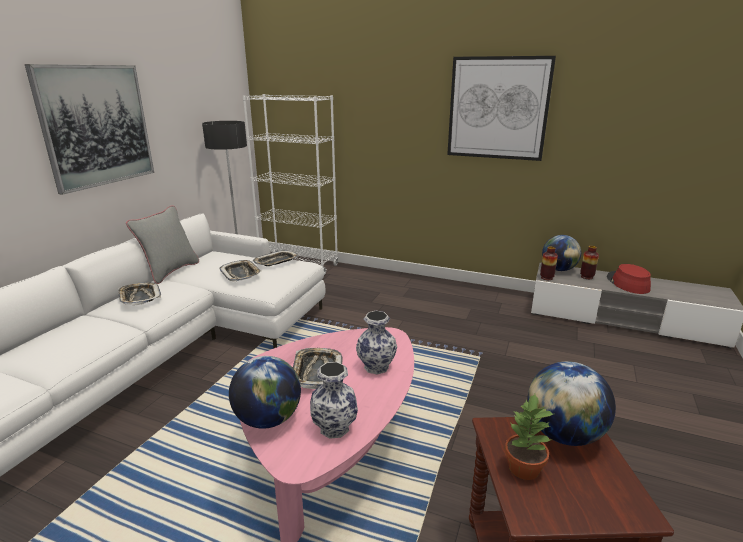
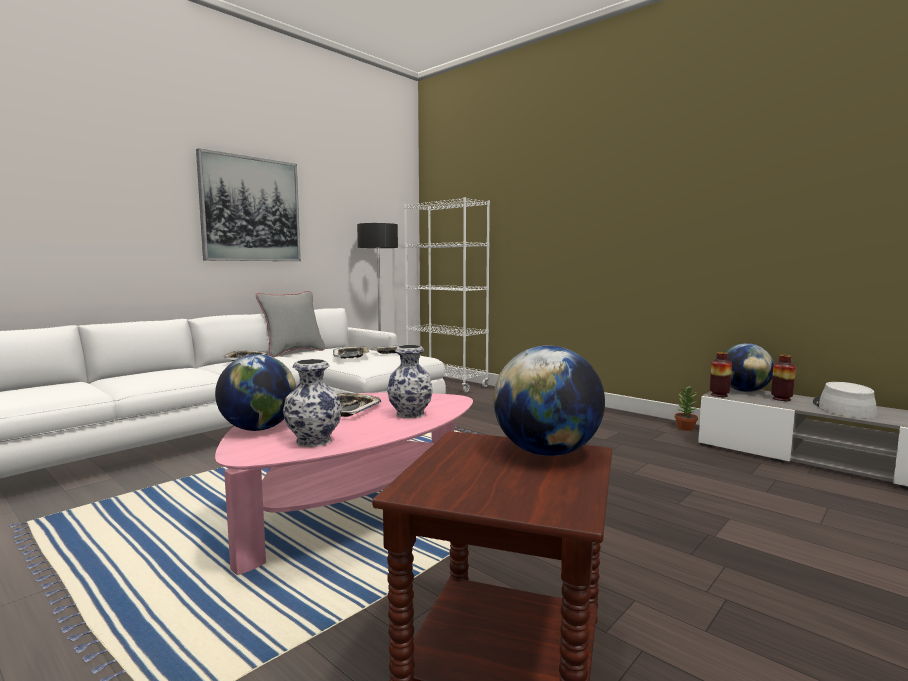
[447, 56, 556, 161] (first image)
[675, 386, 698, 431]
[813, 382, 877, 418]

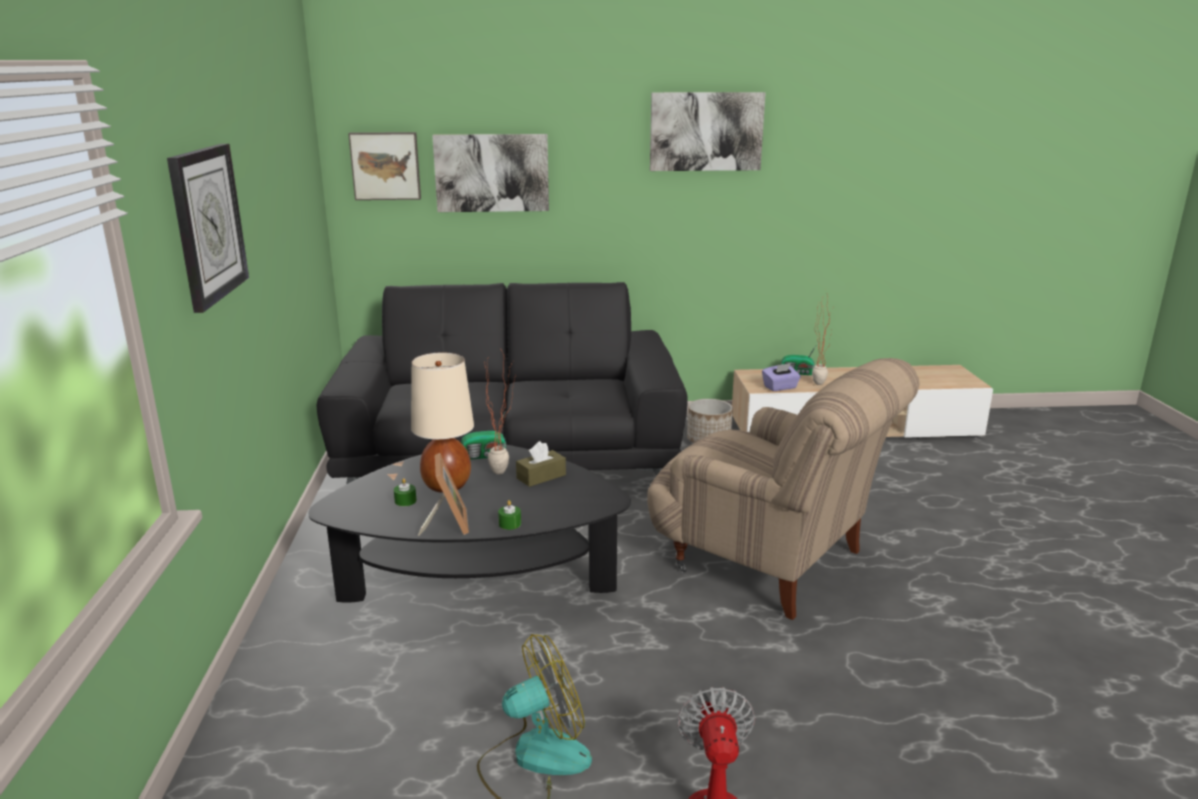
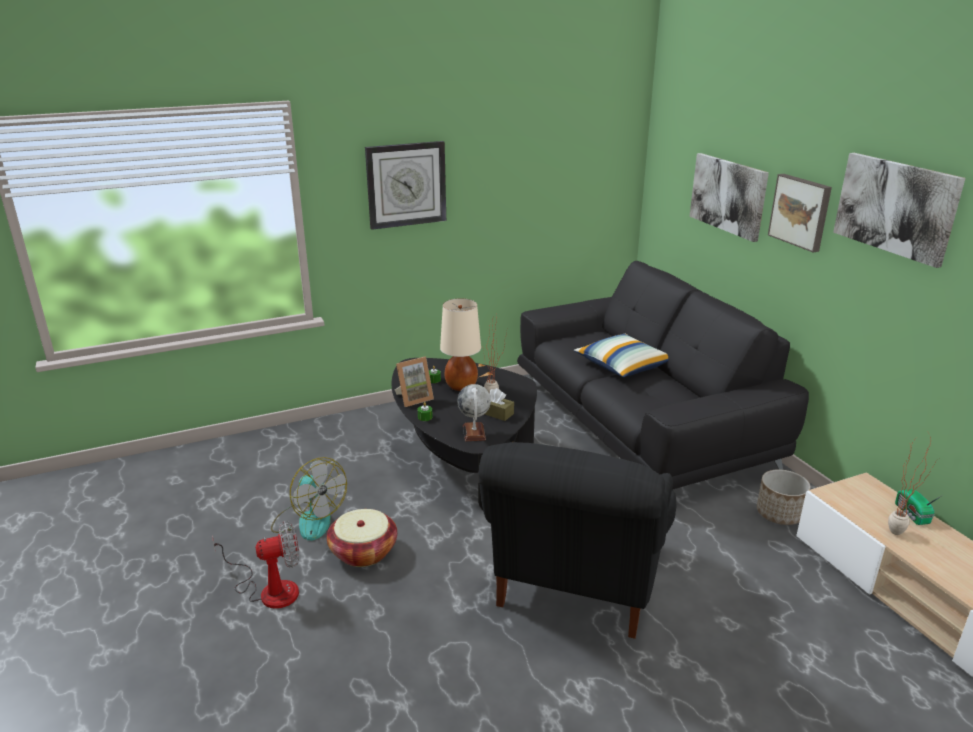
[768, 174, 832, 252]
[461, 413, 506, 460] (first image)
[478, 442, 676, 639]
[762, 363, 801, 391] (first image)
[327, 509, 397, 567]
[457, 384, 491, 441]
[574, 334, 668, 377]

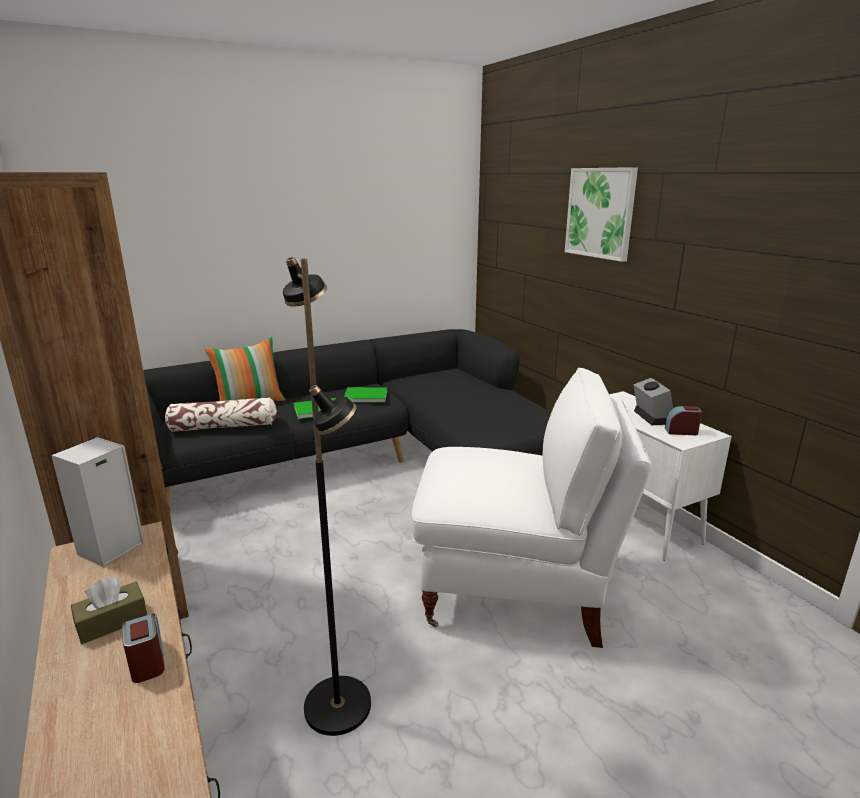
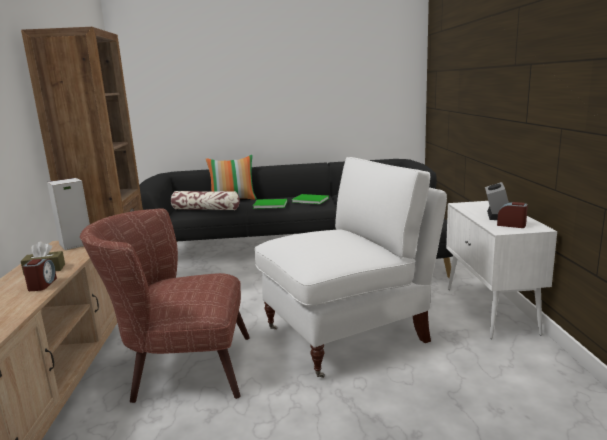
[80, 208, 250, 403]
[254, 157, 447, 378]
[565, 167, 638, 262] (first image)

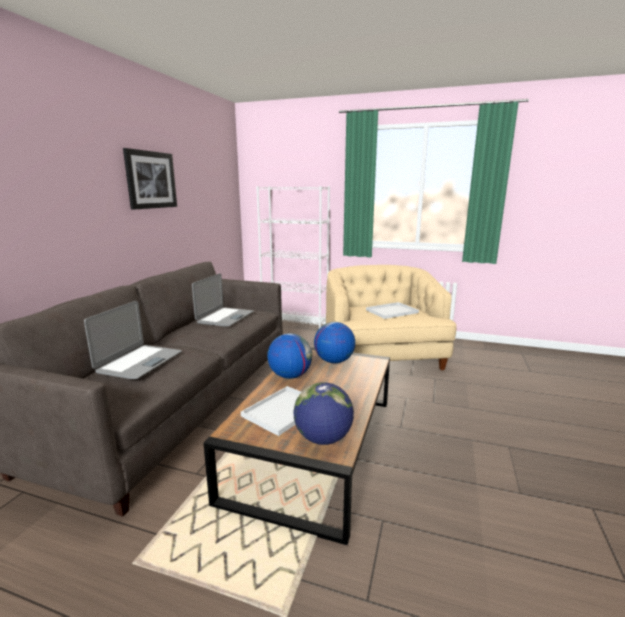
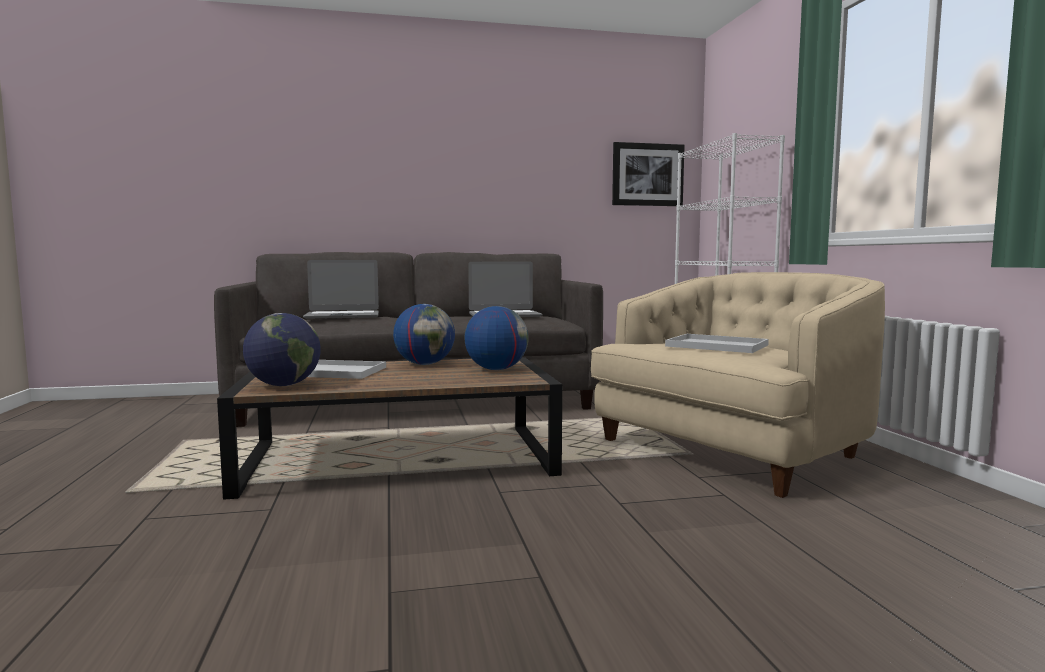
[612, 142, 685, 206]

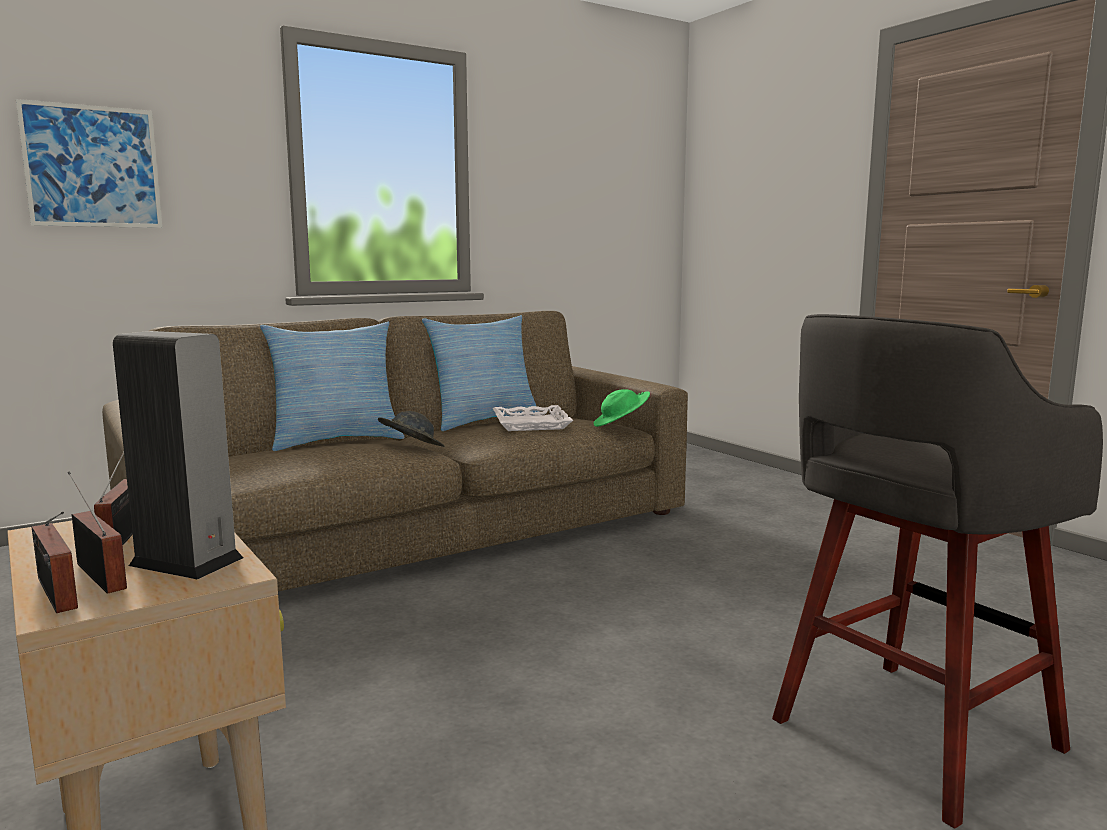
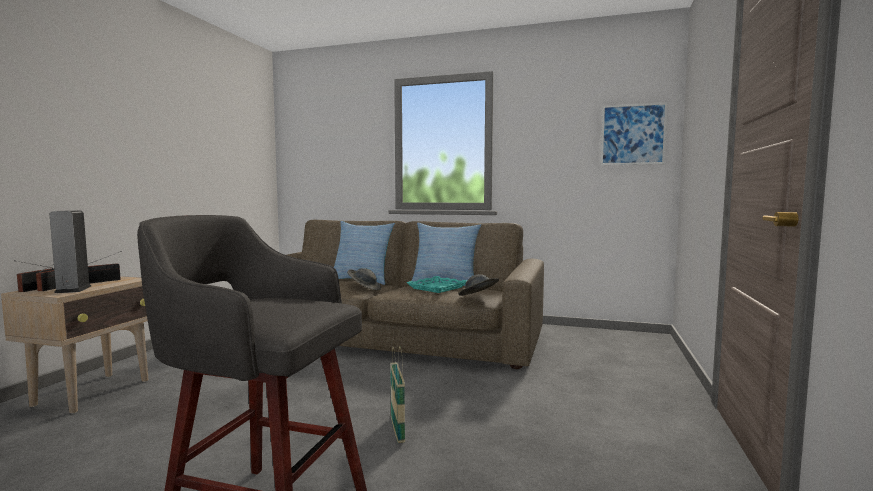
[601, 102, 668, 165]
[407, 276, 467, 293]
[459, 274, 499, 296]
[390, 346, 405, 443]

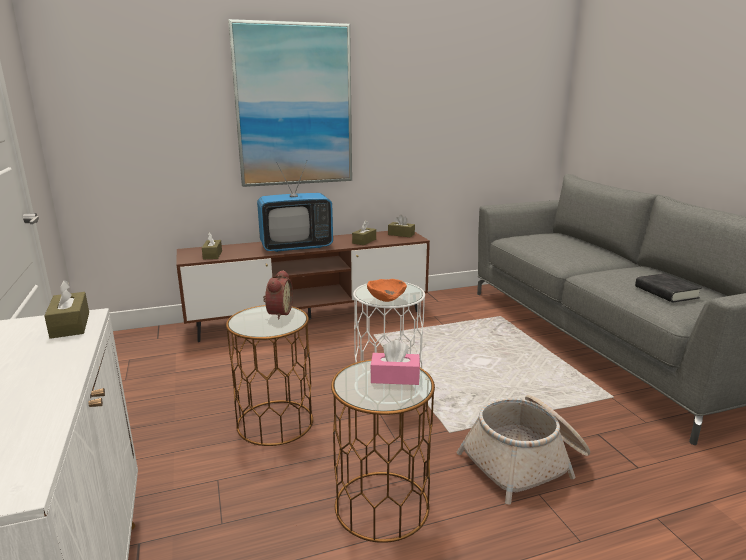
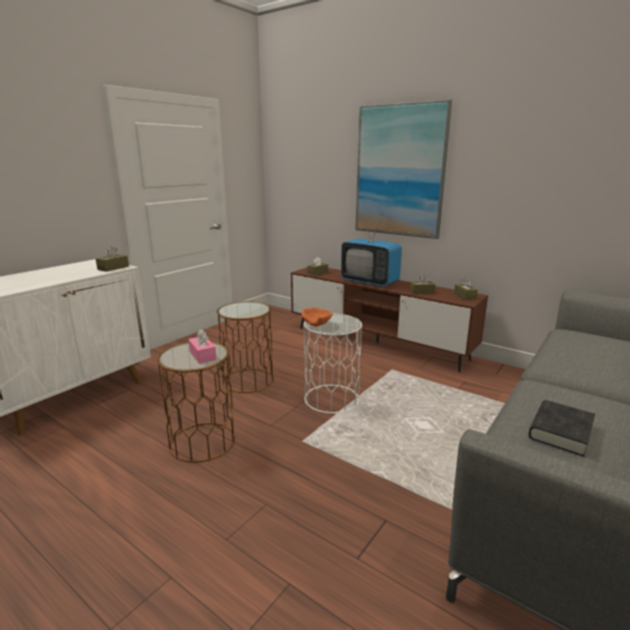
[263, 270, 293, 319] (first image)
[456, 395, 590, 504] (first image)

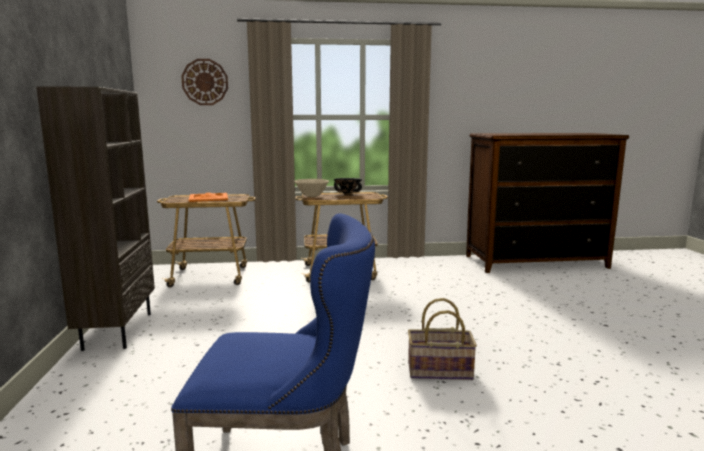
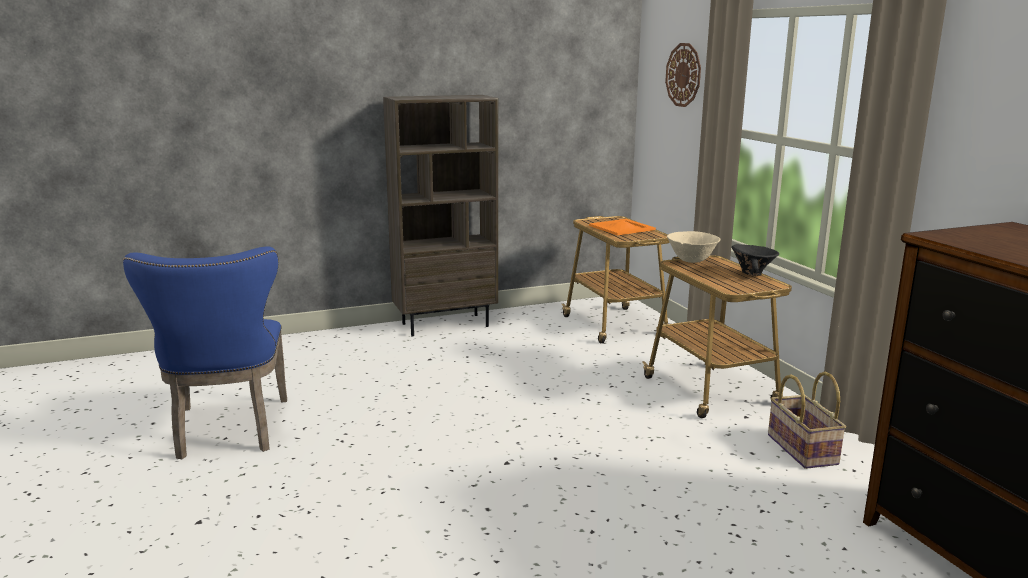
[768, 372, 846, 469]

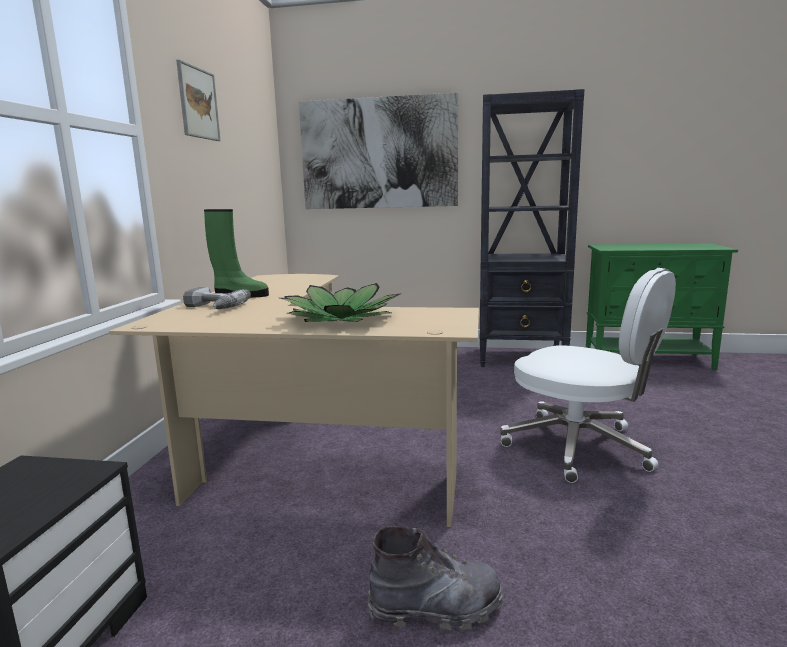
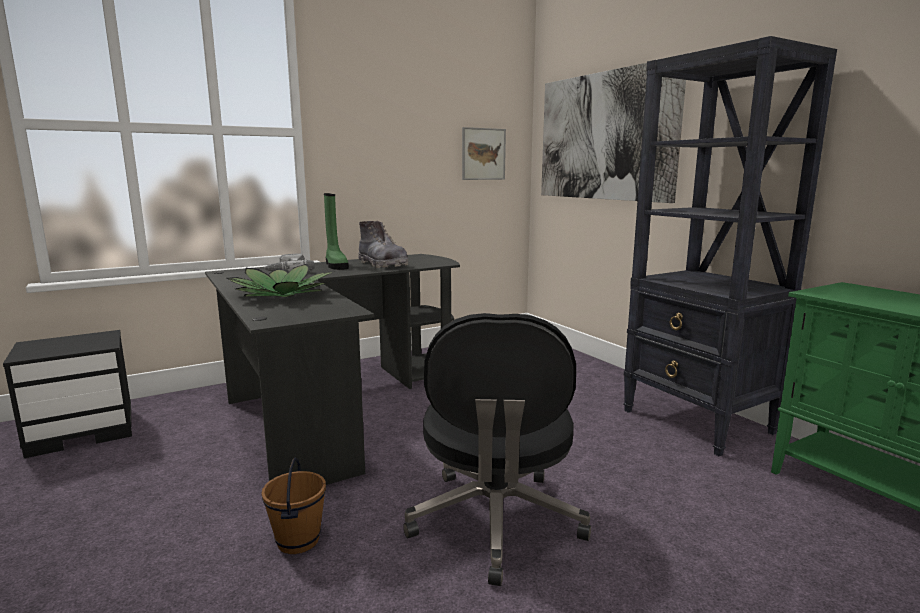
[205, 254, 460, 485]
[462, 127, 506, 180]
[358, 221, 408, 268]
[403, 313, 591, 586]
[261, 458, 326, 554]

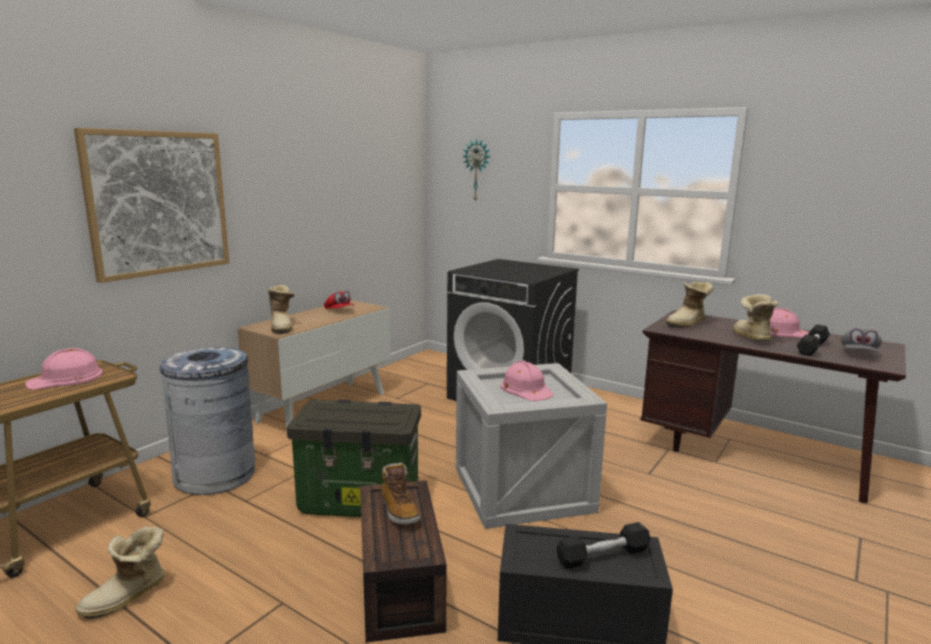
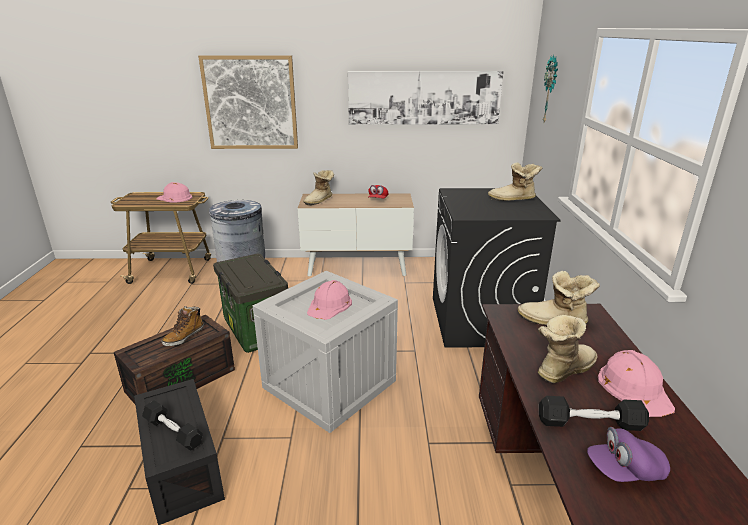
[488, 162, 542, 201]
[587, 427, 670, 482]
[348, 71, 504, 125]

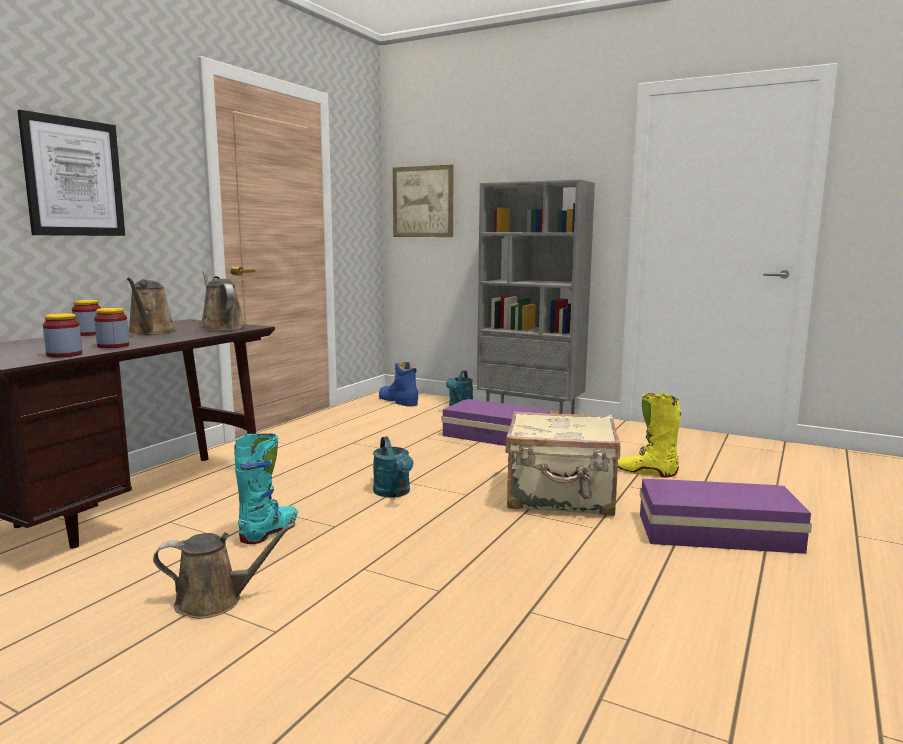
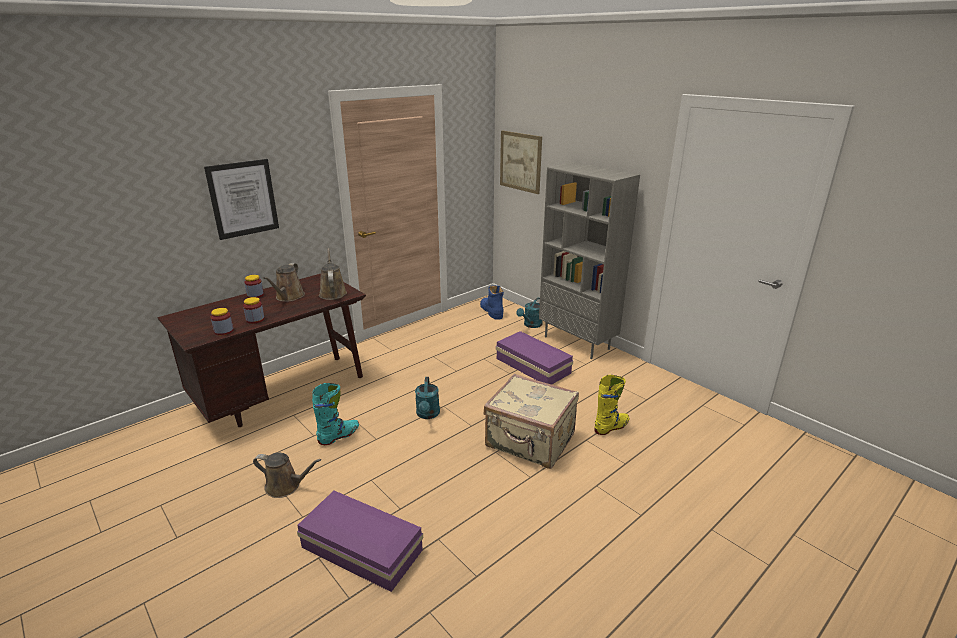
[594, 375, 630, 435]
[297, 490, 423, 592]

